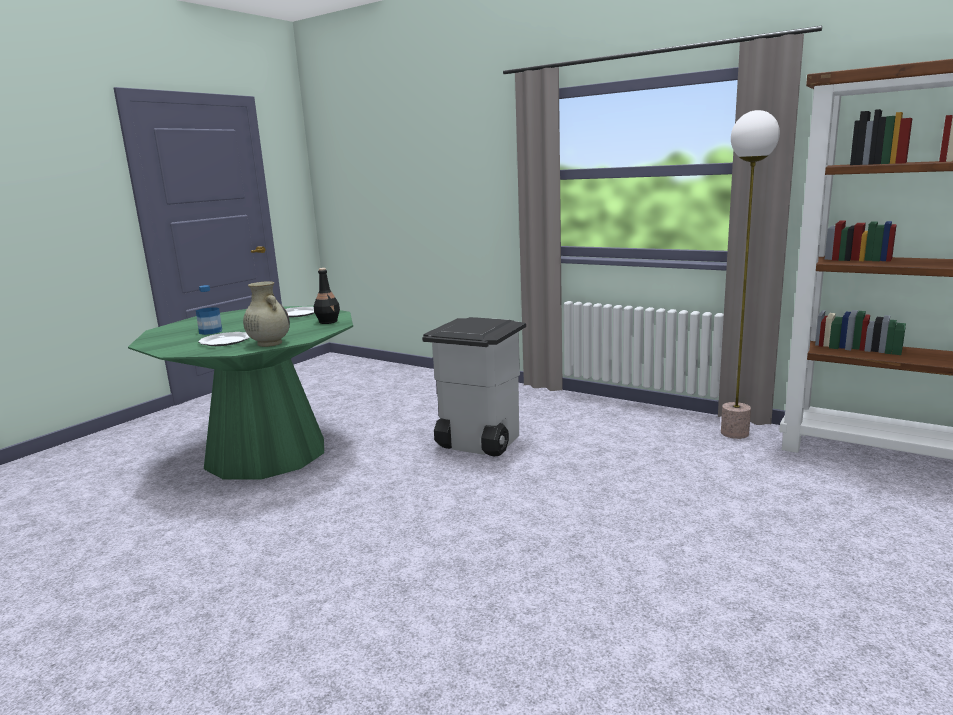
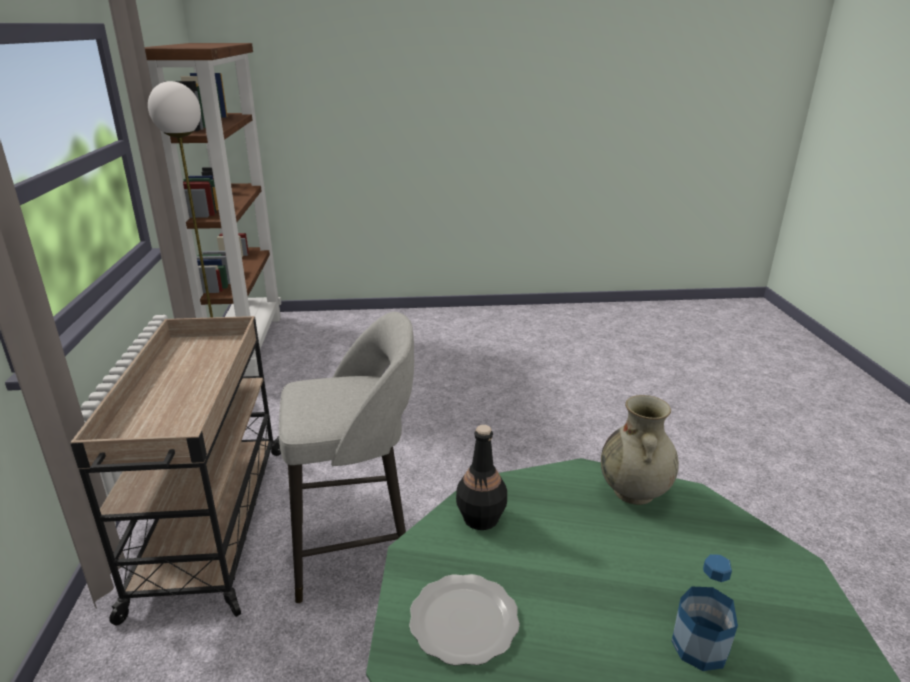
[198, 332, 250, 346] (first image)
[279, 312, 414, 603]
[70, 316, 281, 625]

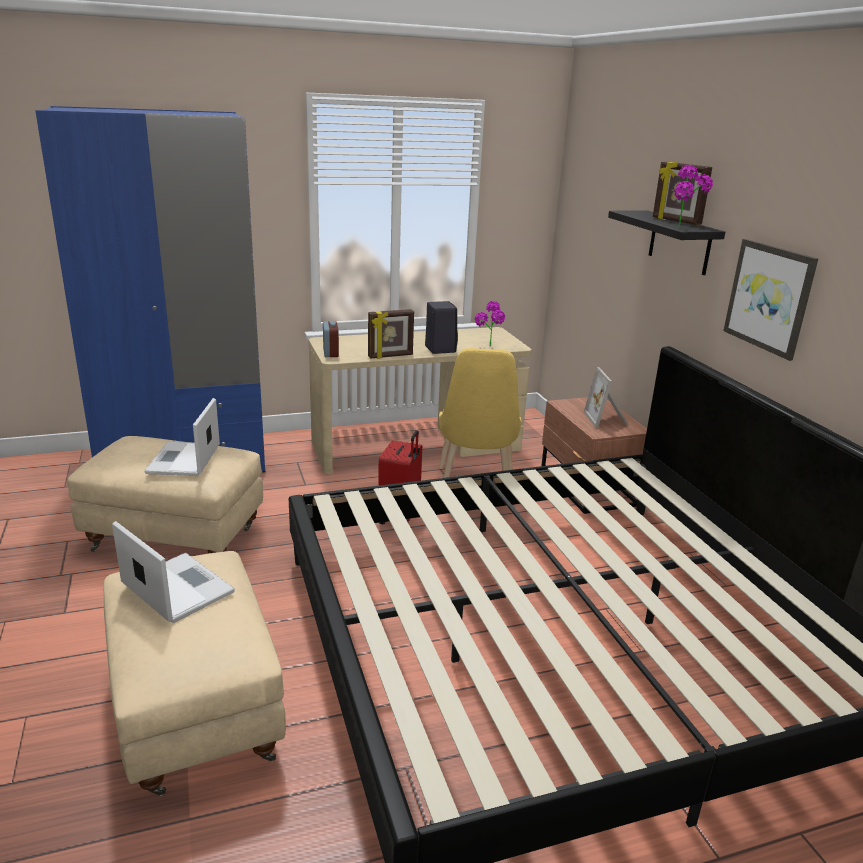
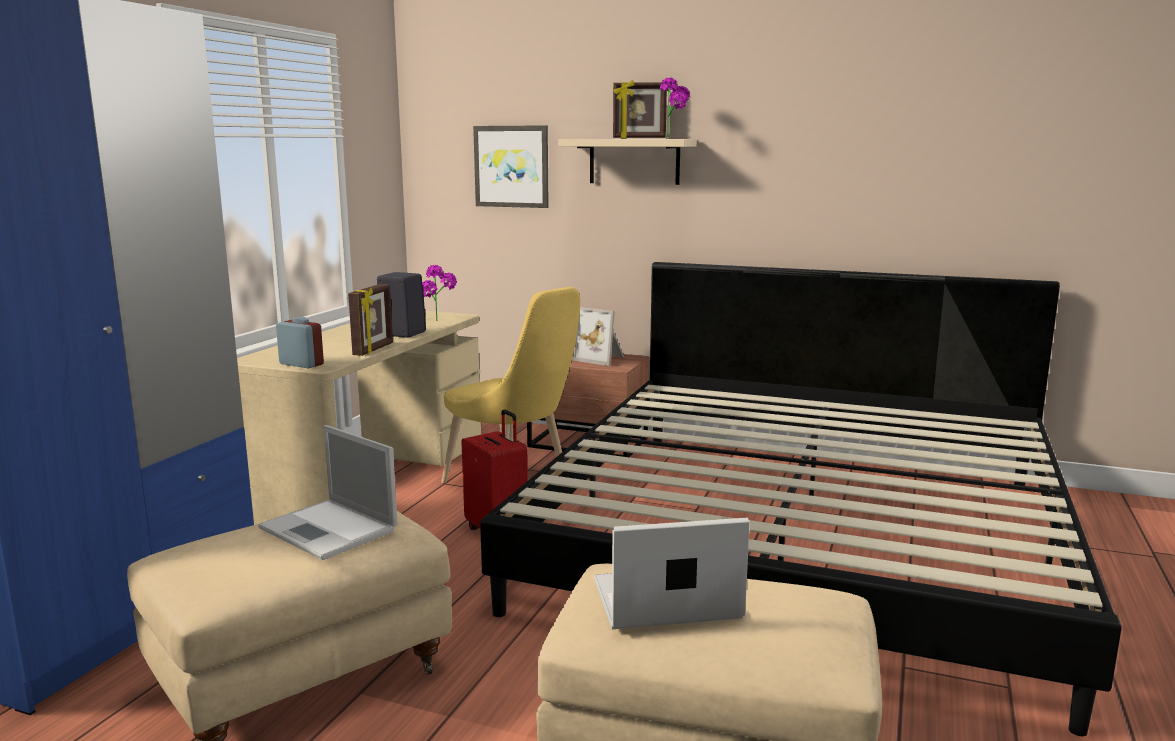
[558, 139, 697, 185]
[473, 125, 549, 208]

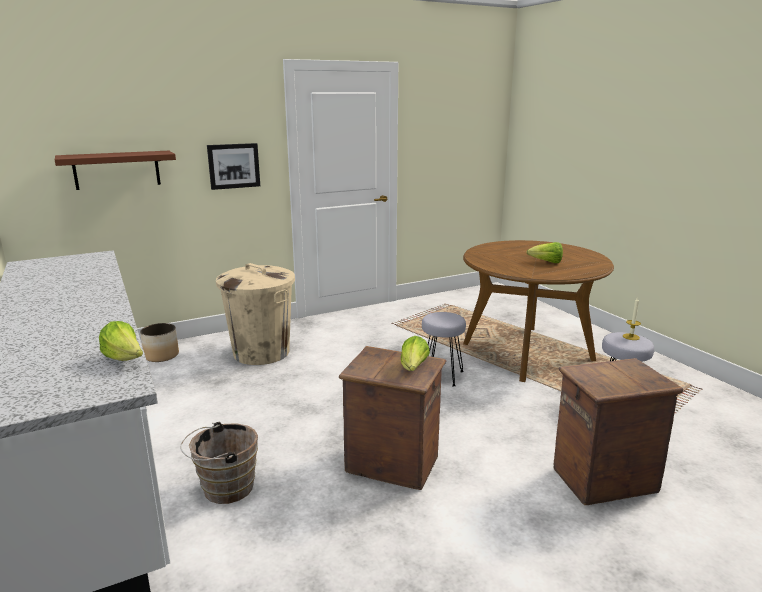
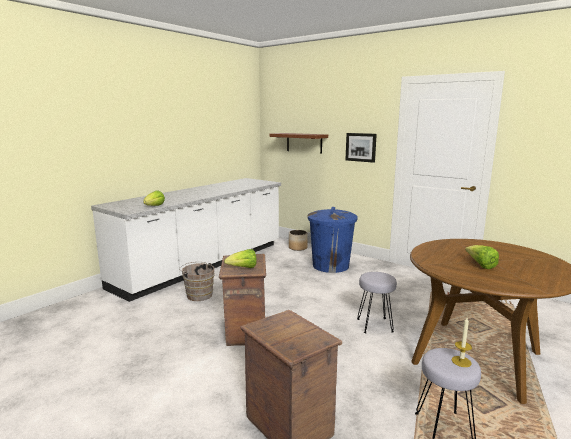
[307, 207, 358, 273]

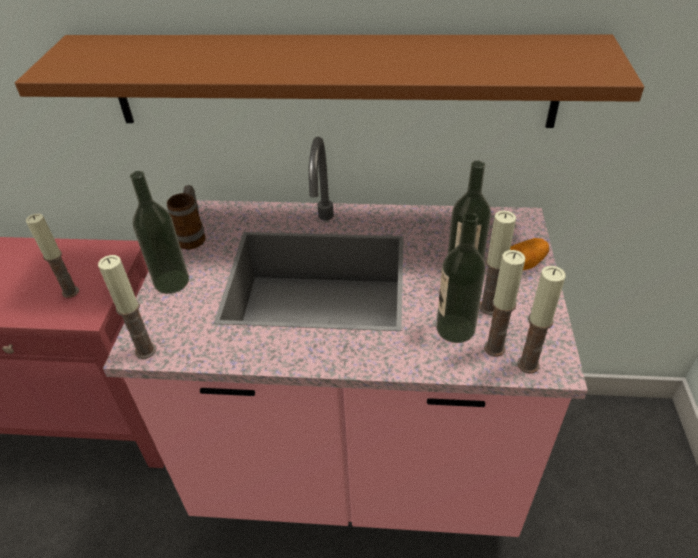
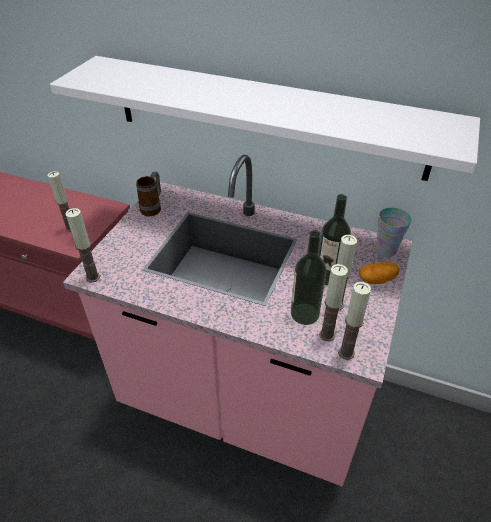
[50, 56, 480, 181]
[130, 171, 189, 294] (first image)
[376, 207, 412, 257]

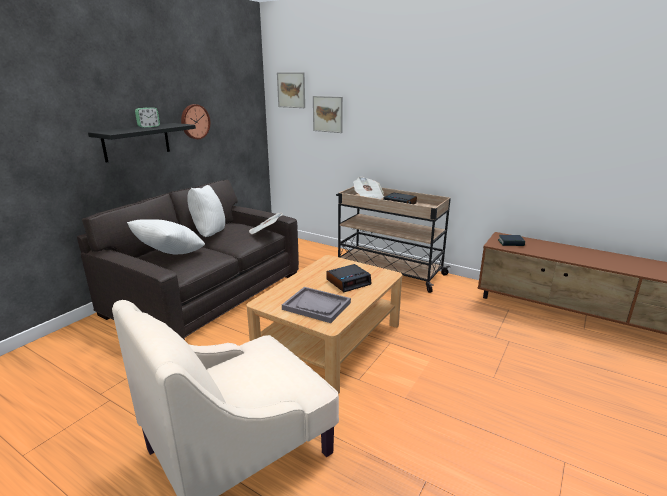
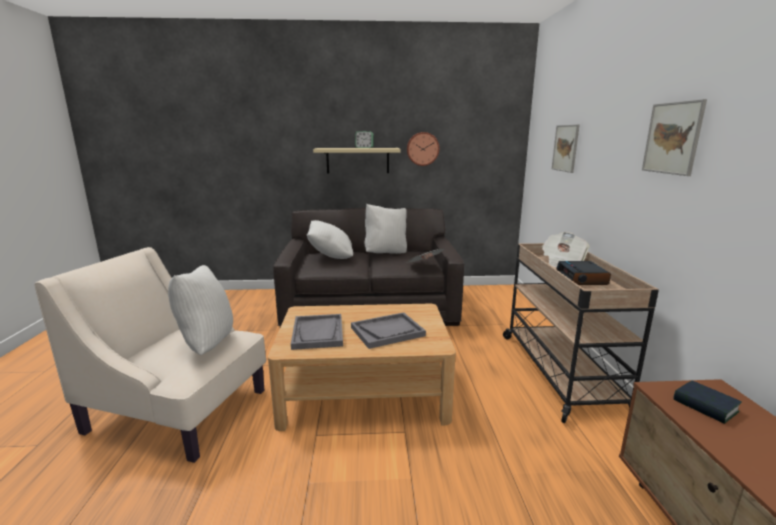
[313, 148, 401, 174]
[642, 99, 707, 176]
[351, 312, 426, 349]
[168, 265, 233, 355]

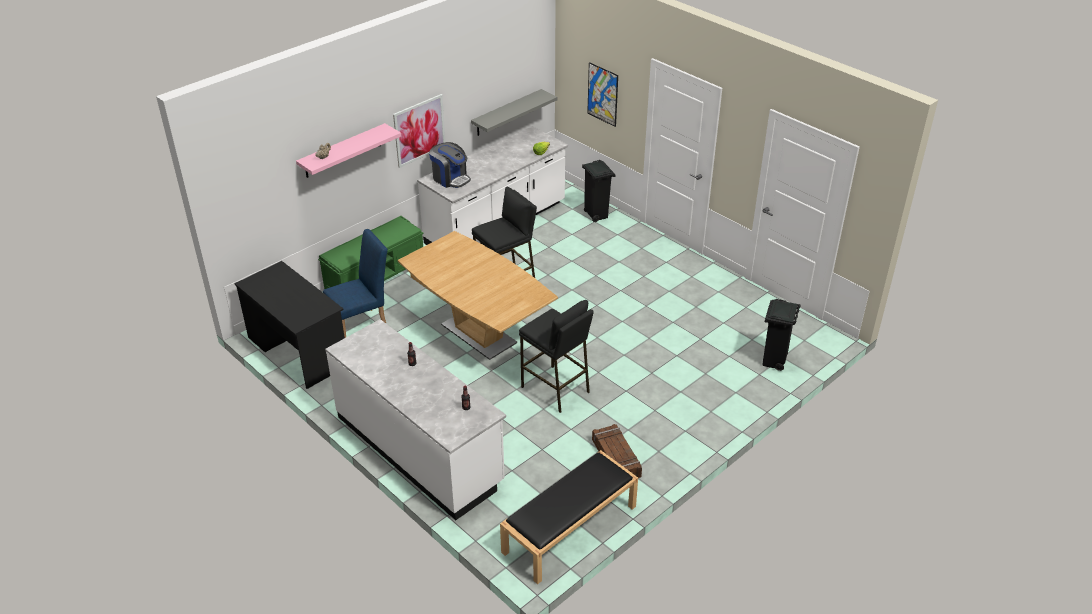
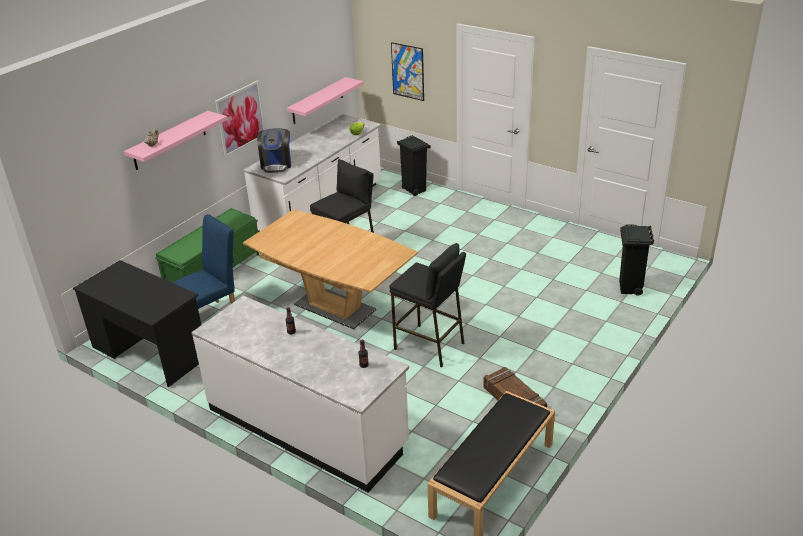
[257, 128, 291, 173]
[287, 77, 363, 124]

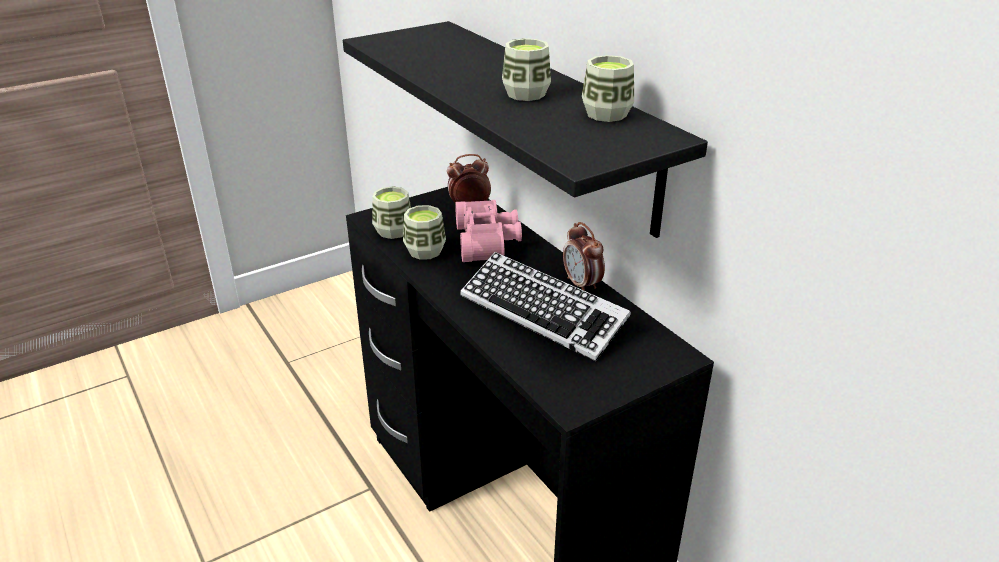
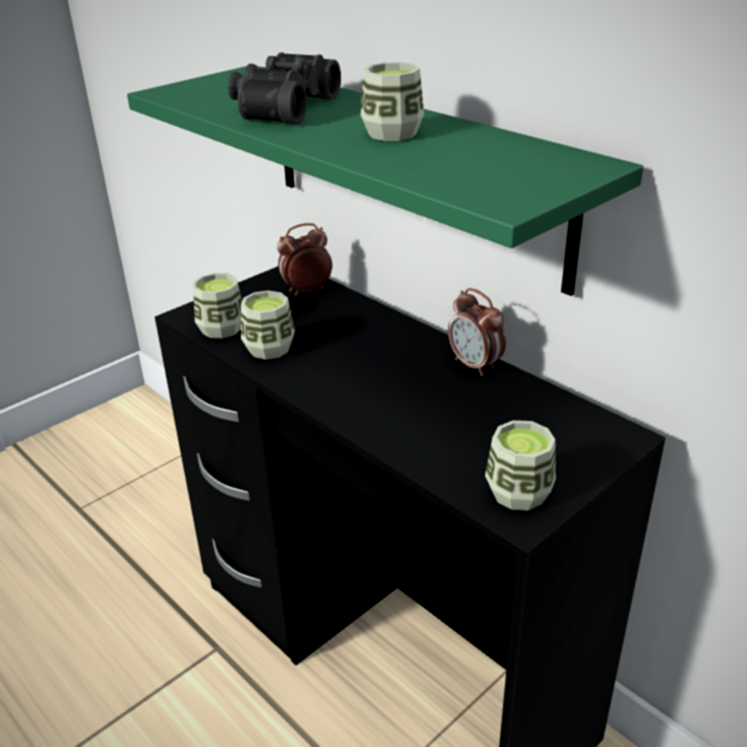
[127, 66, 643, 296]
[455, 200, 522, 262] (first image)
[460, 252, 631, 362] (first image)
[485, 420, 556, 510]
[228, 52, 341, 124]

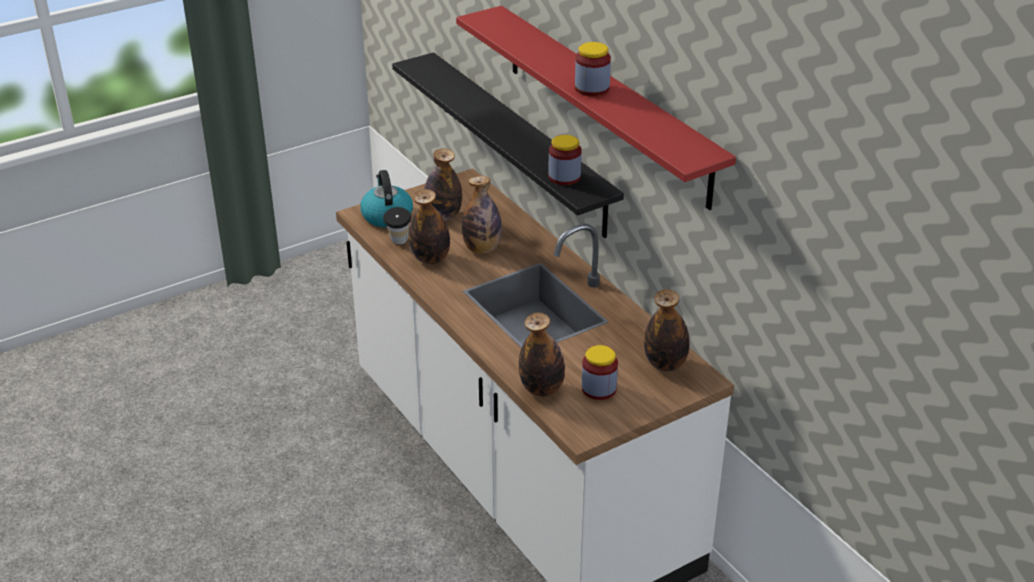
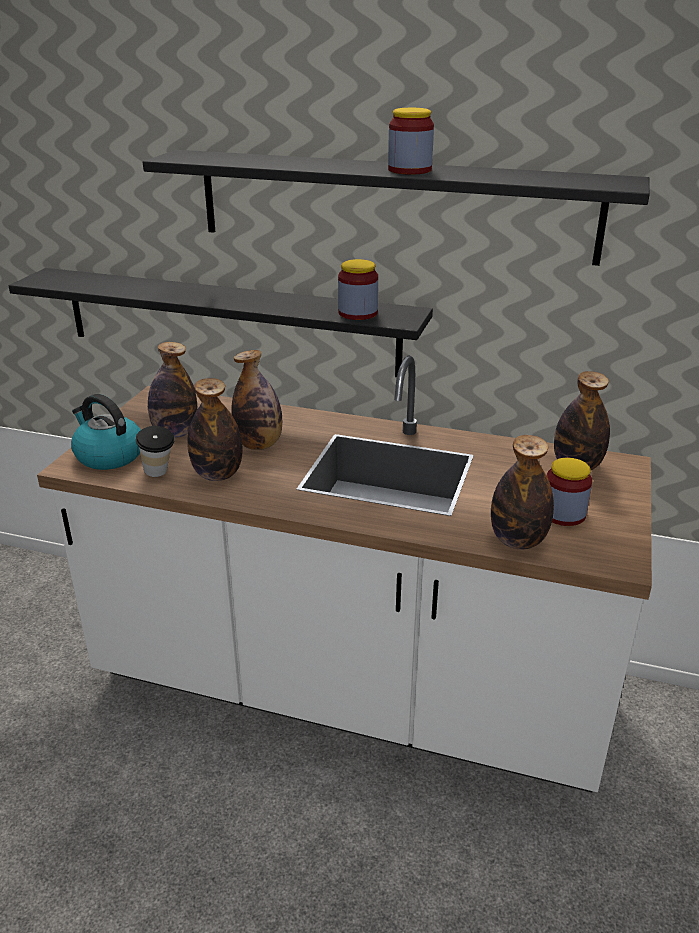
[143, 150, 650, 266]

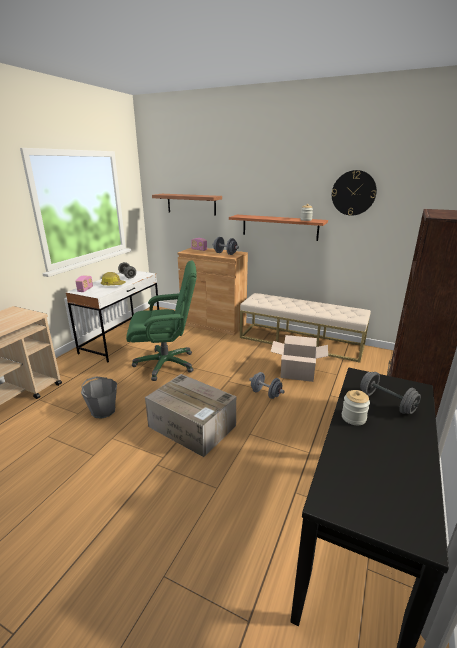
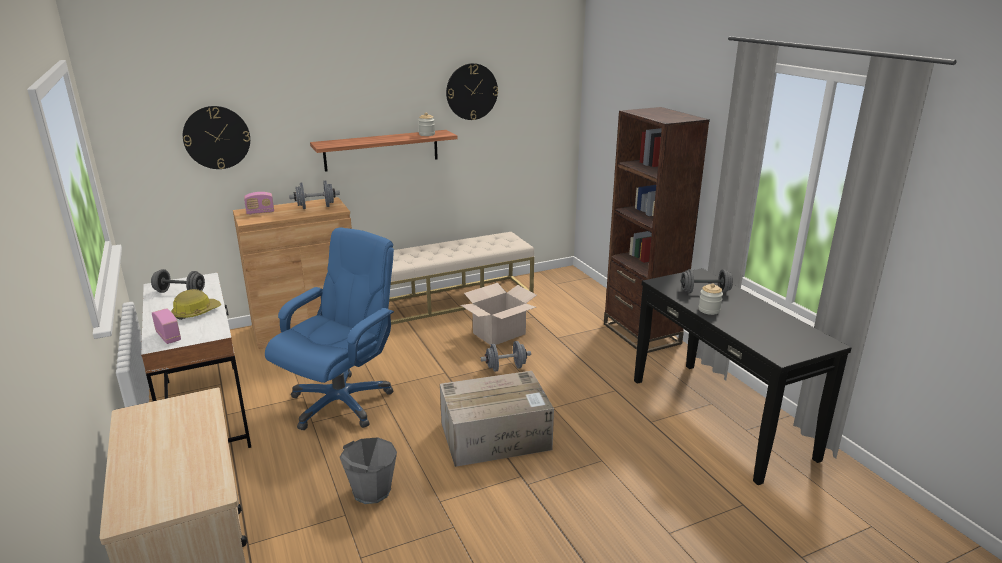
[265, 227, 394, 430]
[183, 106, 250, 169]

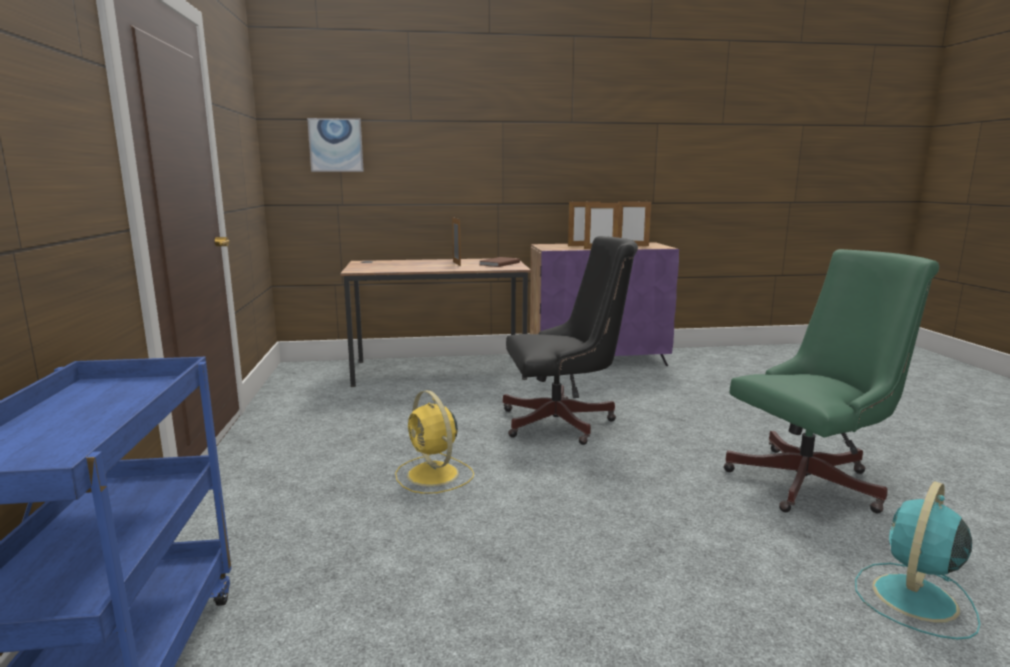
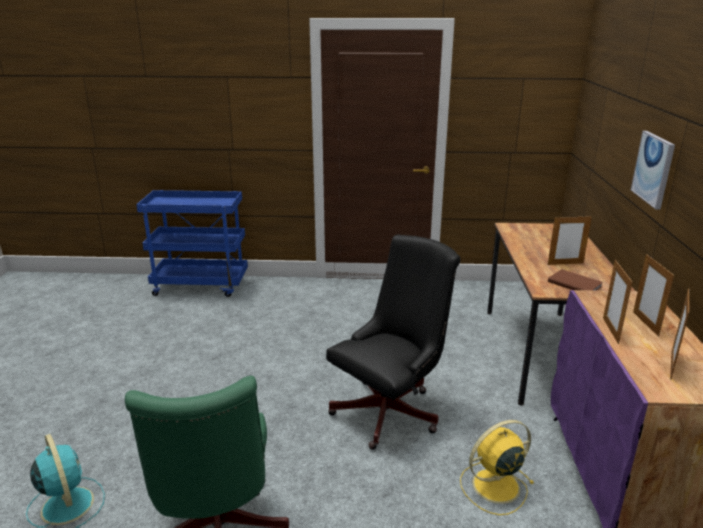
[631, 131, 675, 210]
[460, 420, 534, 515]
[326, 235, 461, 450]

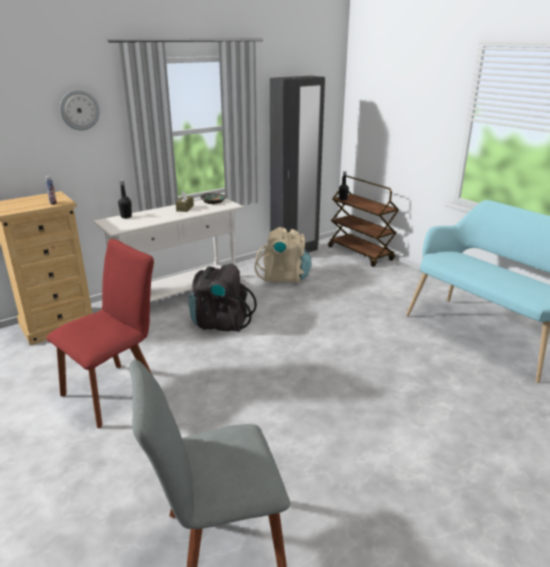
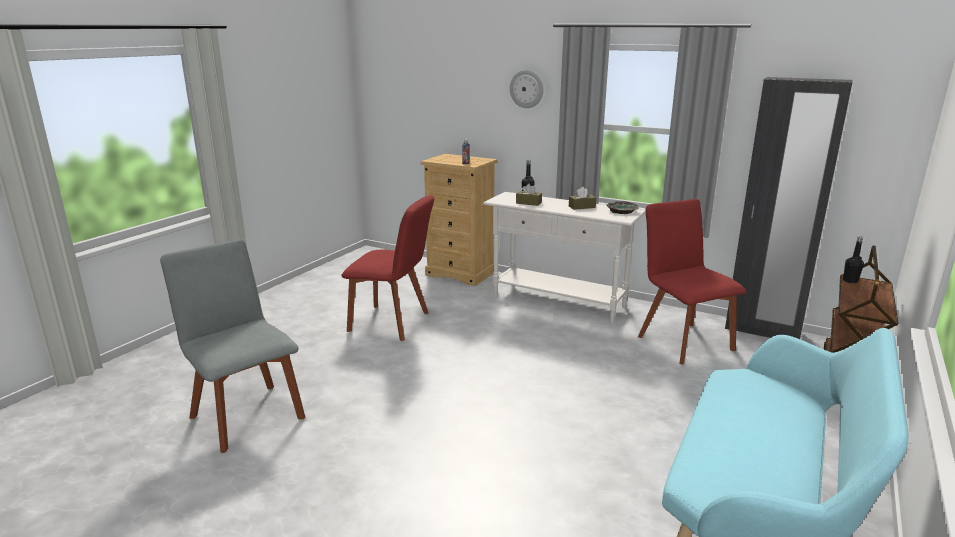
[189, 264, 257, 332] (first image)
[638, 199, 746, 365]
[516, 184, 542, 206]

